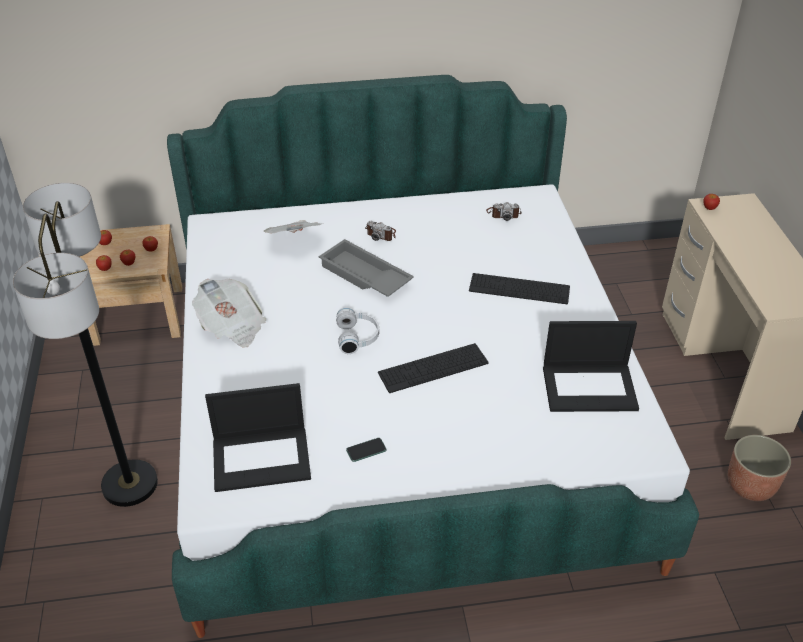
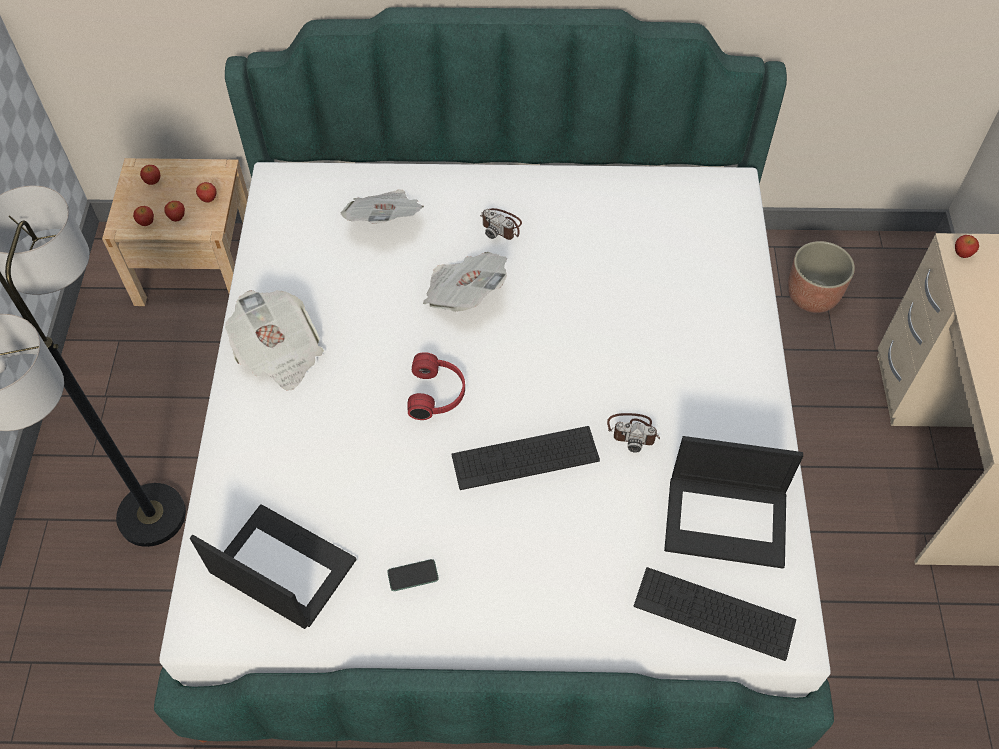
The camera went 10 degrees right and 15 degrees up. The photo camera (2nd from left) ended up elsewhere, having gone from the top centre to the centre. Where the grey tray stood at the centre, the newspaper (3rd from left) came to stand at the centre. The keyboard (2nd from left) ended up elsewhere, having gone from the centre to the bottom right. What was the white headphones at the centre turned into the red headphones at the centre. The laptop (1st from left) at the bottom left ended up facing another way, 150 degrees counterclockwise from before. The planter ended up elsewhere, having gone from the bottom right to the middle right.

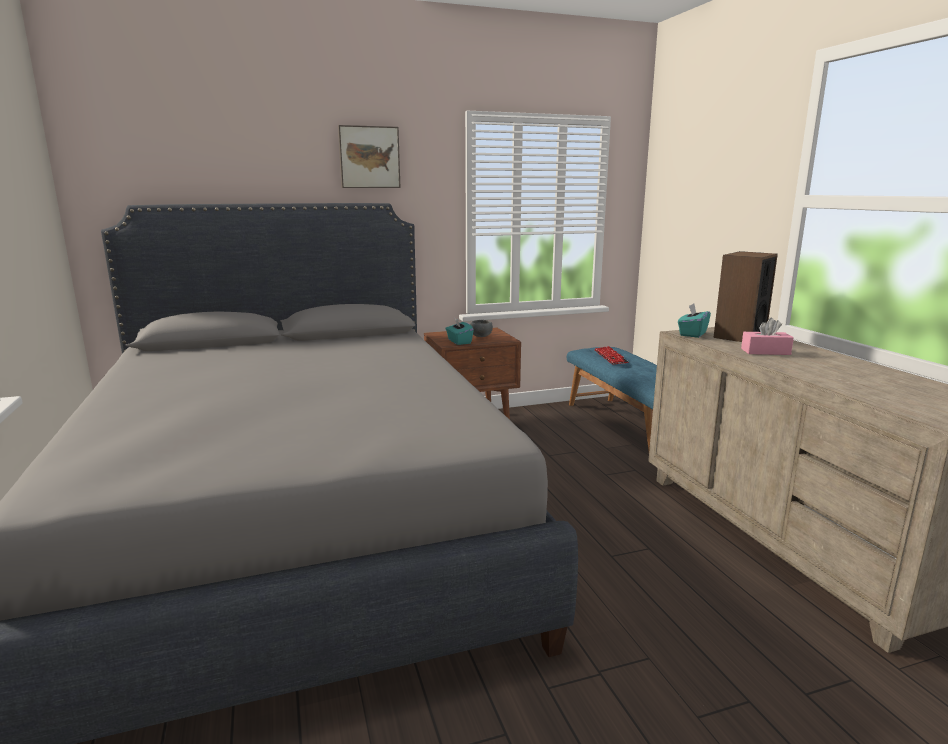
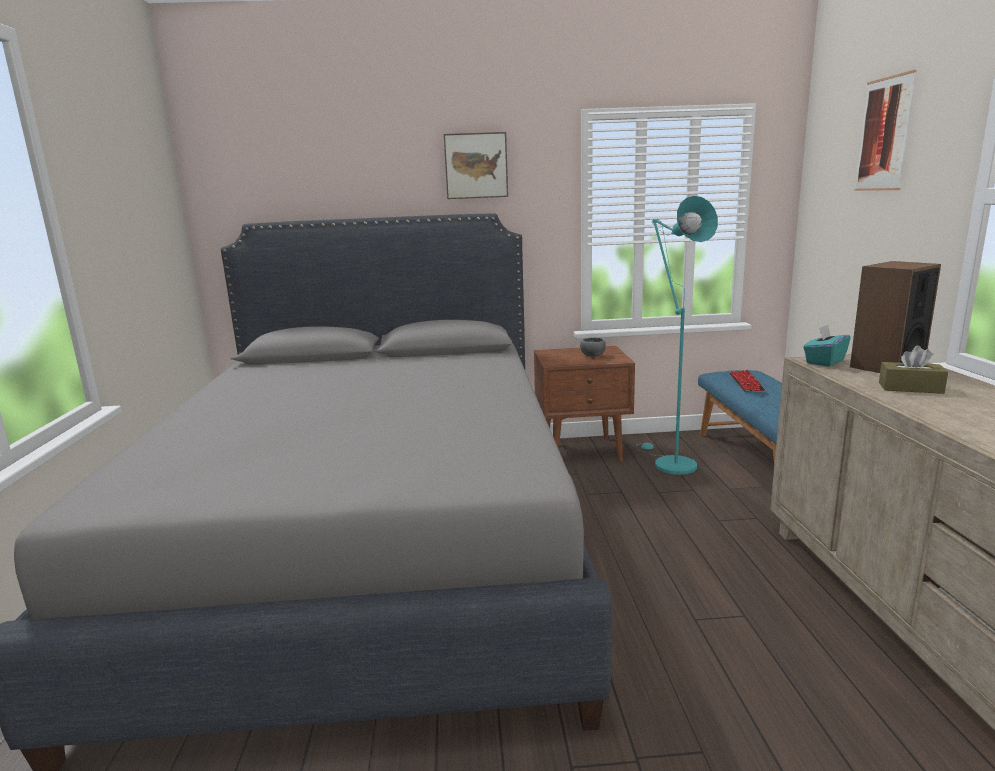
The camera went 15 degrees right and 0 degrees up. The second view lost the turquoise tissue box (1st from left) at the centre. What was the pink tissue box at the middle right turned into the brown tissue box at the middle right. The second view gained the picture (2nd from left) at the top right. The second view gained the turquoise floor lamp at the middle right.

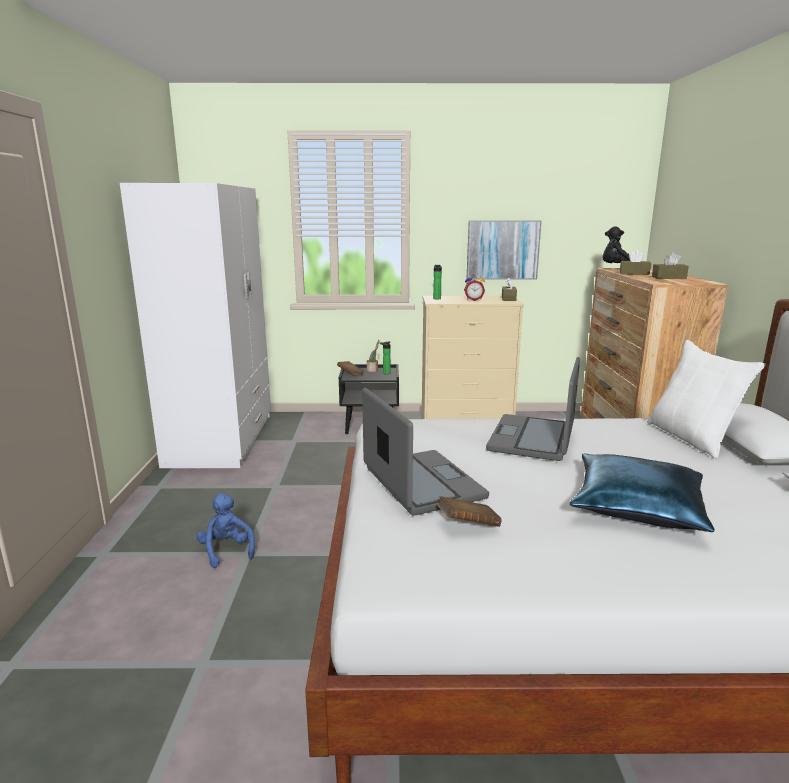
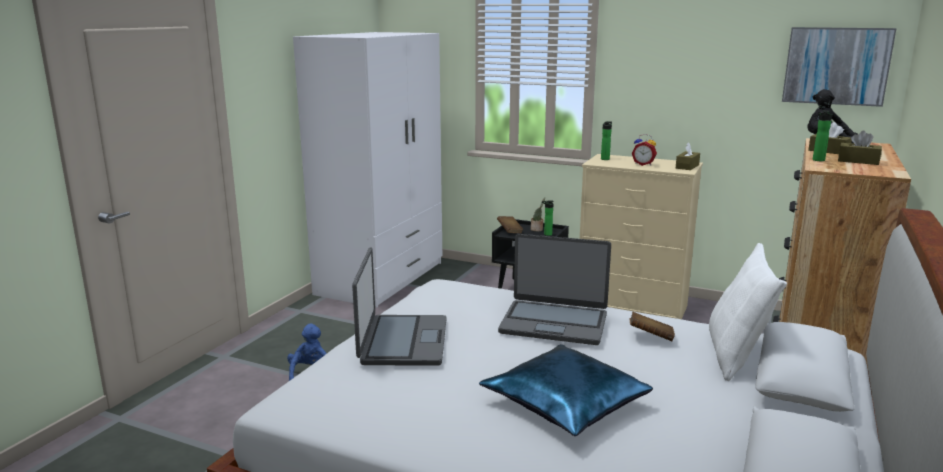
The camera went 25 degrees right and 0 degrees up. The picture ended up elsewhere, having gone from the top centre to the top right. The laptop (2nd from left) at the middle right ended up facing another way, 120 degrees counterclockwise from before. The brown book (2nd from left) ended up elsewhere, having gone from the centre to the bottom right. The second view gained the bottle (3rd from left) at the top right.

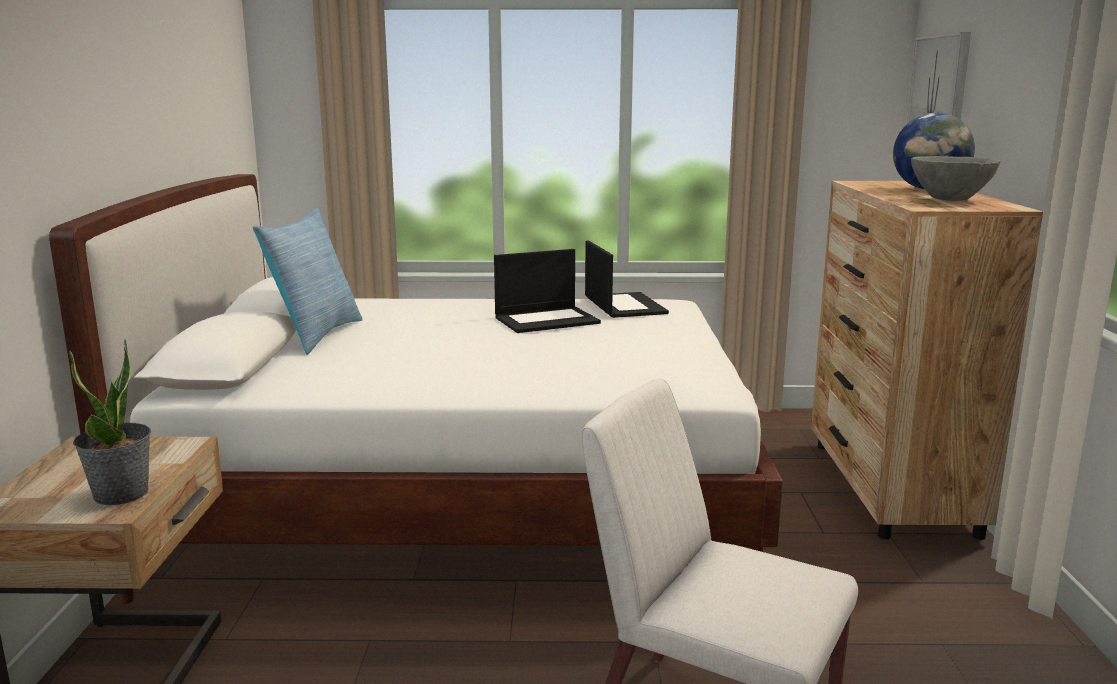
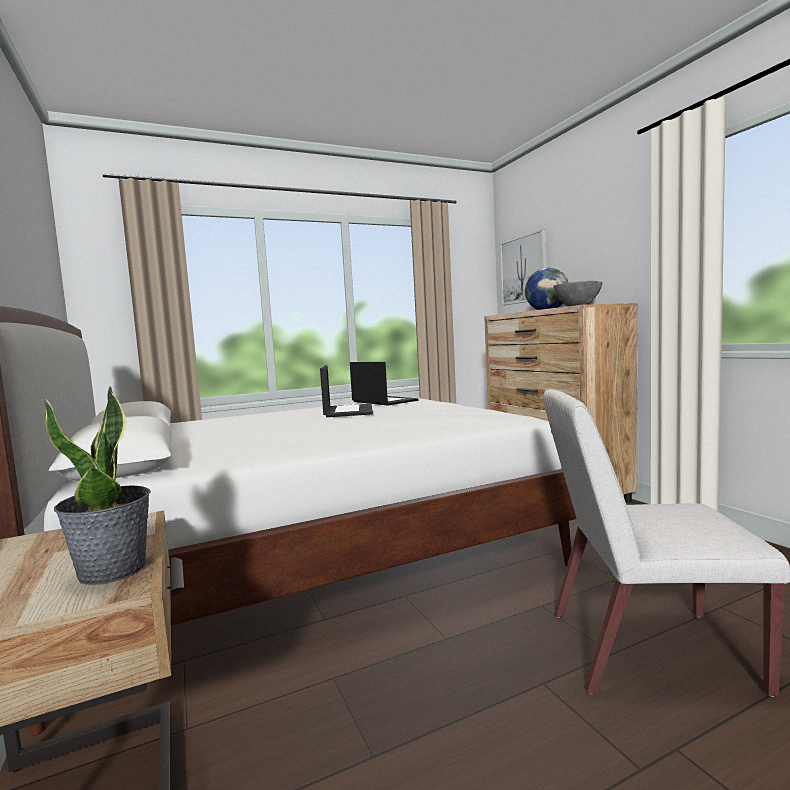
The camera went 25 degrees left and 10 degrees down. The second view lost the pillow at the middle left. The laptop (1st from left) at the centre ended up facing another way, 45 degrees counterclockwise from before.

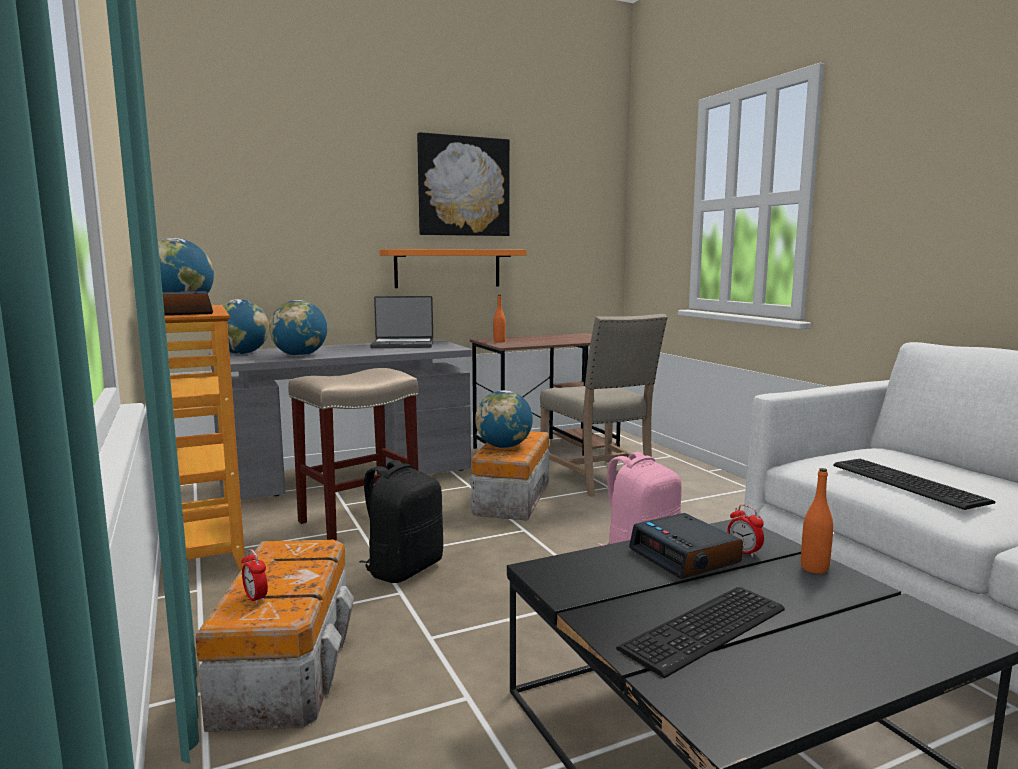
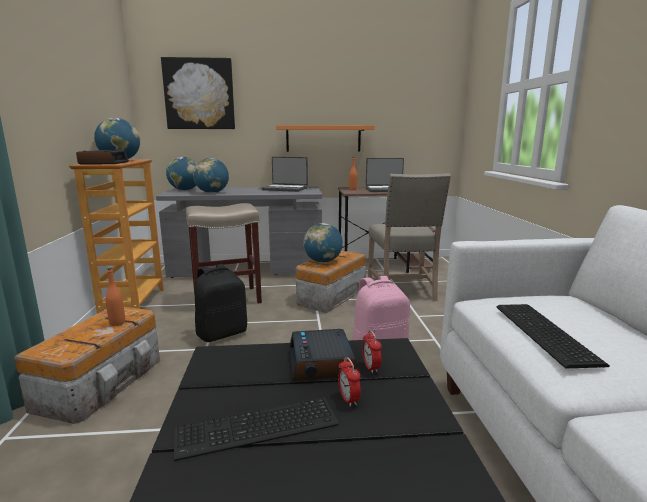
The camera went 20 degrees right and 5 degrees up. The picture ended up elsewhere, having gone from the top centre to the top left. The orange bottle (2nd from left in the first image) ended up elsewhere, having gone from the bottom right to the middle left. The alarm clock (2nd from left in the first image) ended up elsewhere, having gone from the bottom left to the bottom centre. The second view gained the laptop (2nd from left) at the centre.

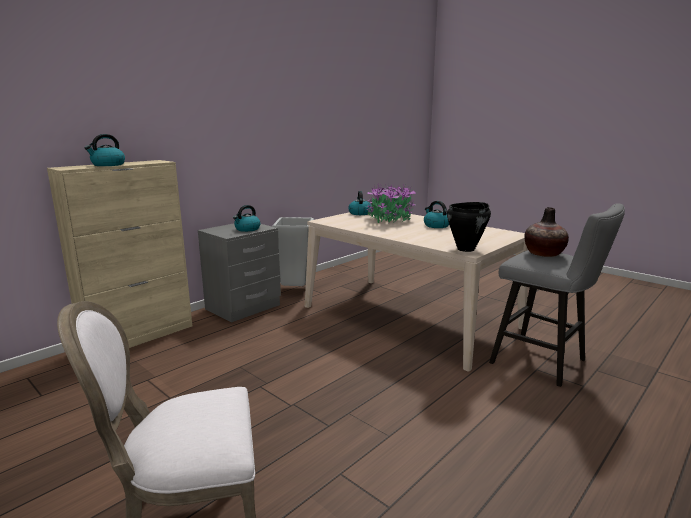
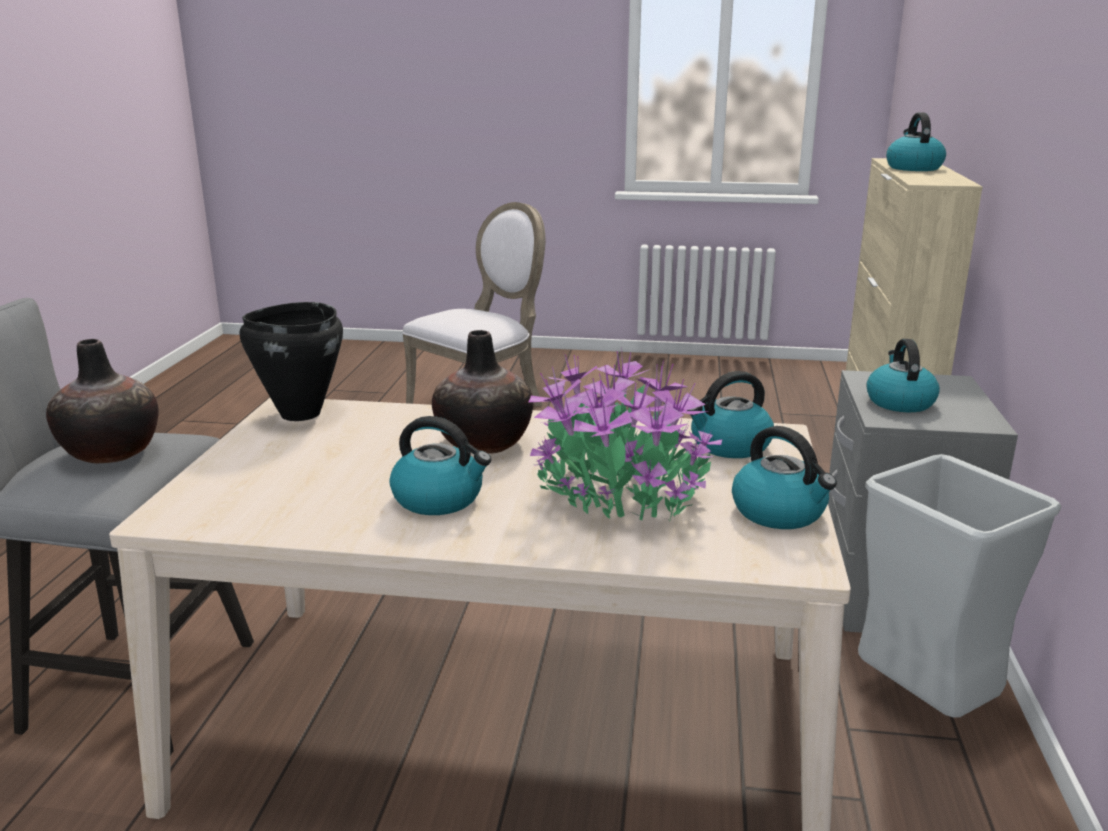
The camera went 145 degrees right and 5 degrees up. The second view gained the vase (2nd from left) at the centre. The second view gained the kettle (2nd from left) at the centre.

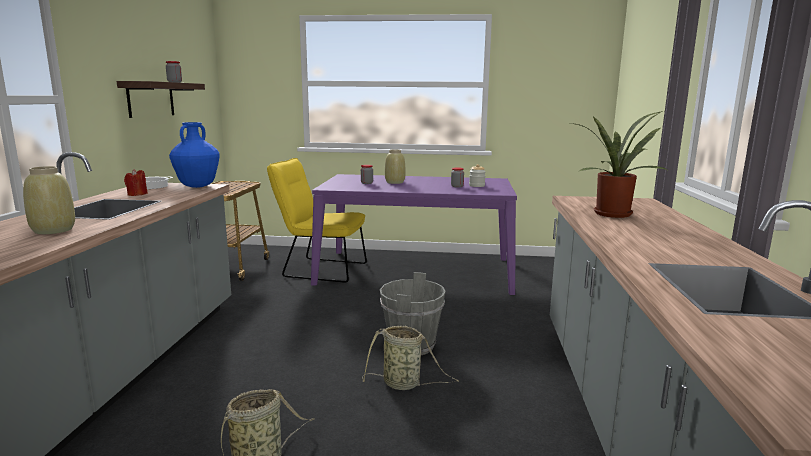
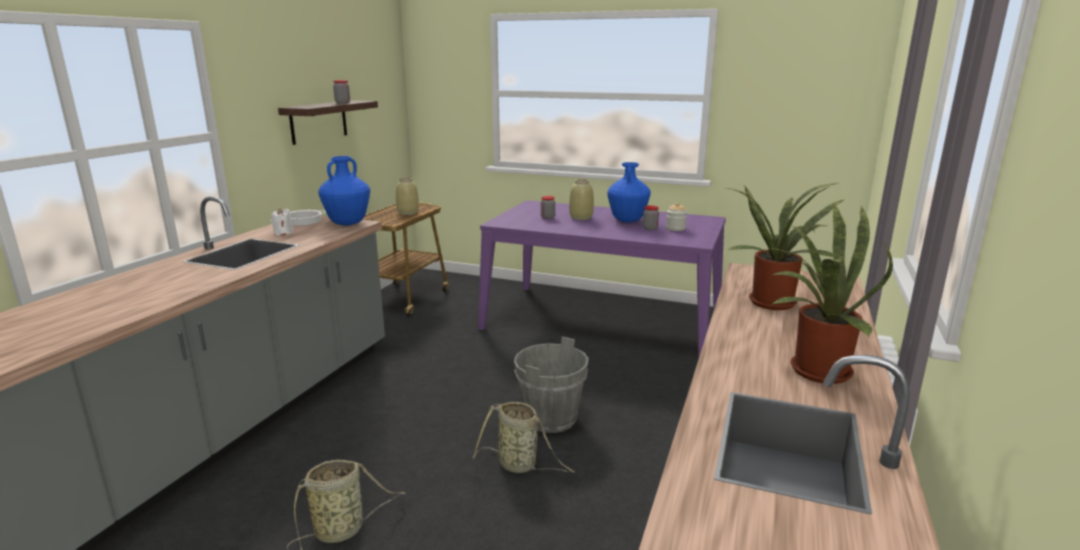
The camera went 15 degrees right and 5 degrees up. The second view lost the yellow chair at the centre. The beige vase (1st from left) ended up elsewhere, having gone from the middle left to the centre. What was the red candle at the middle left turned into the white candle at the middle left. The second view gained the blue vase (2nd from left) at the centre. The second view gained the potted plant (2nd from left) at the middle right.

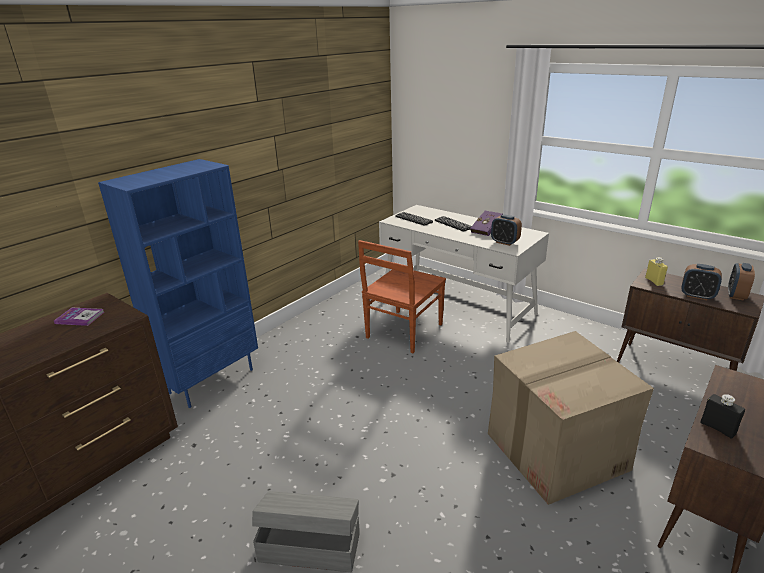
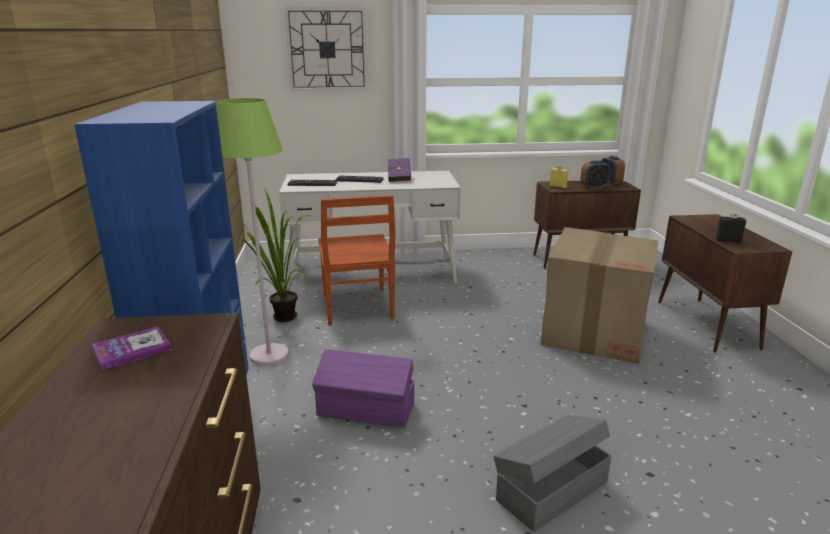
The camera went 45 degrees left and 5 degrees down. The second view lost the alarm clock (1st from left) at the centre. The second view gained the wall clock at the top centre. The second view gained the green floor lamp at the middle left. The second view gained the potted plant at the middle left. The second view gained the purple storage box at the bottom centre.

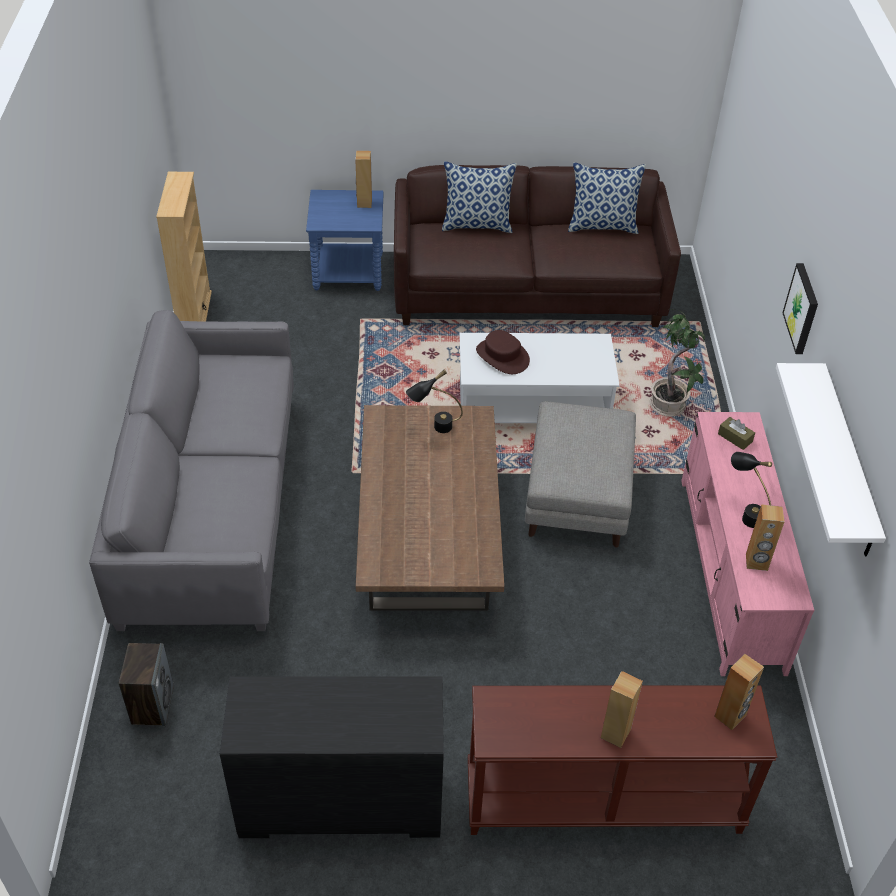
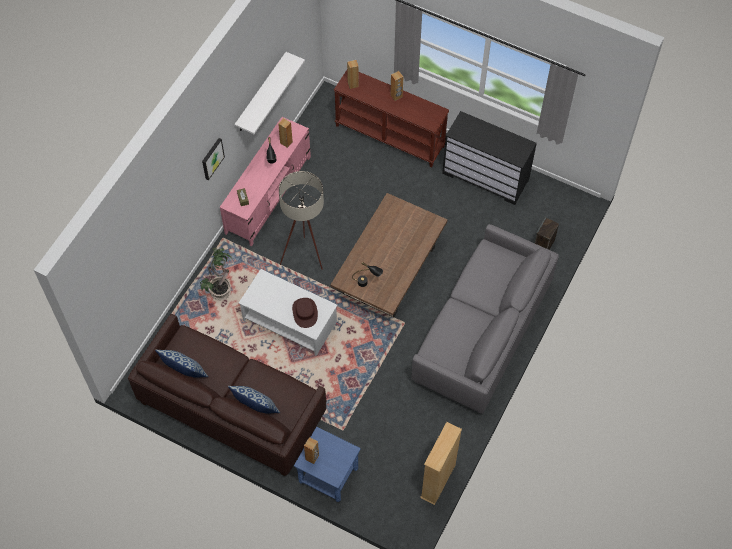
The camera went 150 degrees left and 15 degrees up. Where the grey ottoman stood at the centre, the beige floor lamp came to stand at the centre.

